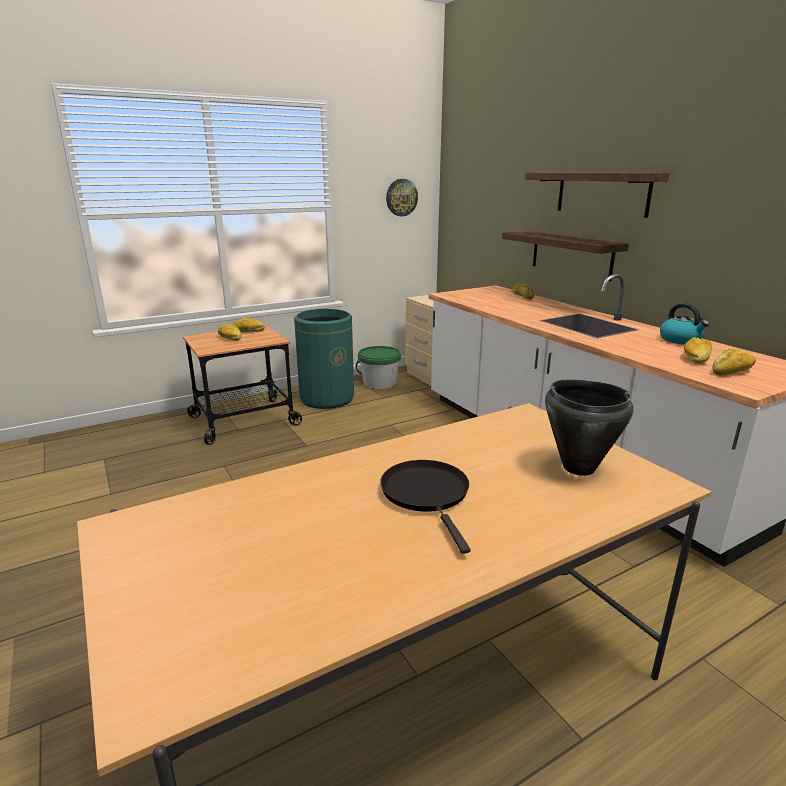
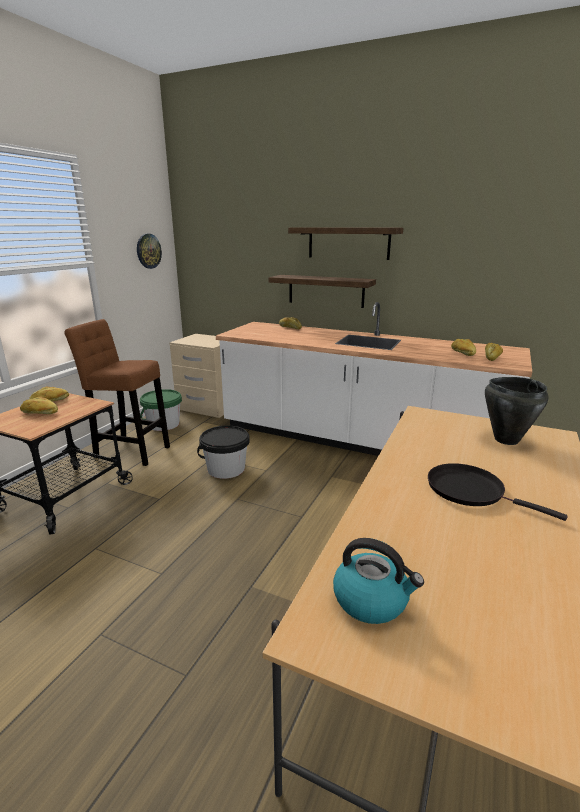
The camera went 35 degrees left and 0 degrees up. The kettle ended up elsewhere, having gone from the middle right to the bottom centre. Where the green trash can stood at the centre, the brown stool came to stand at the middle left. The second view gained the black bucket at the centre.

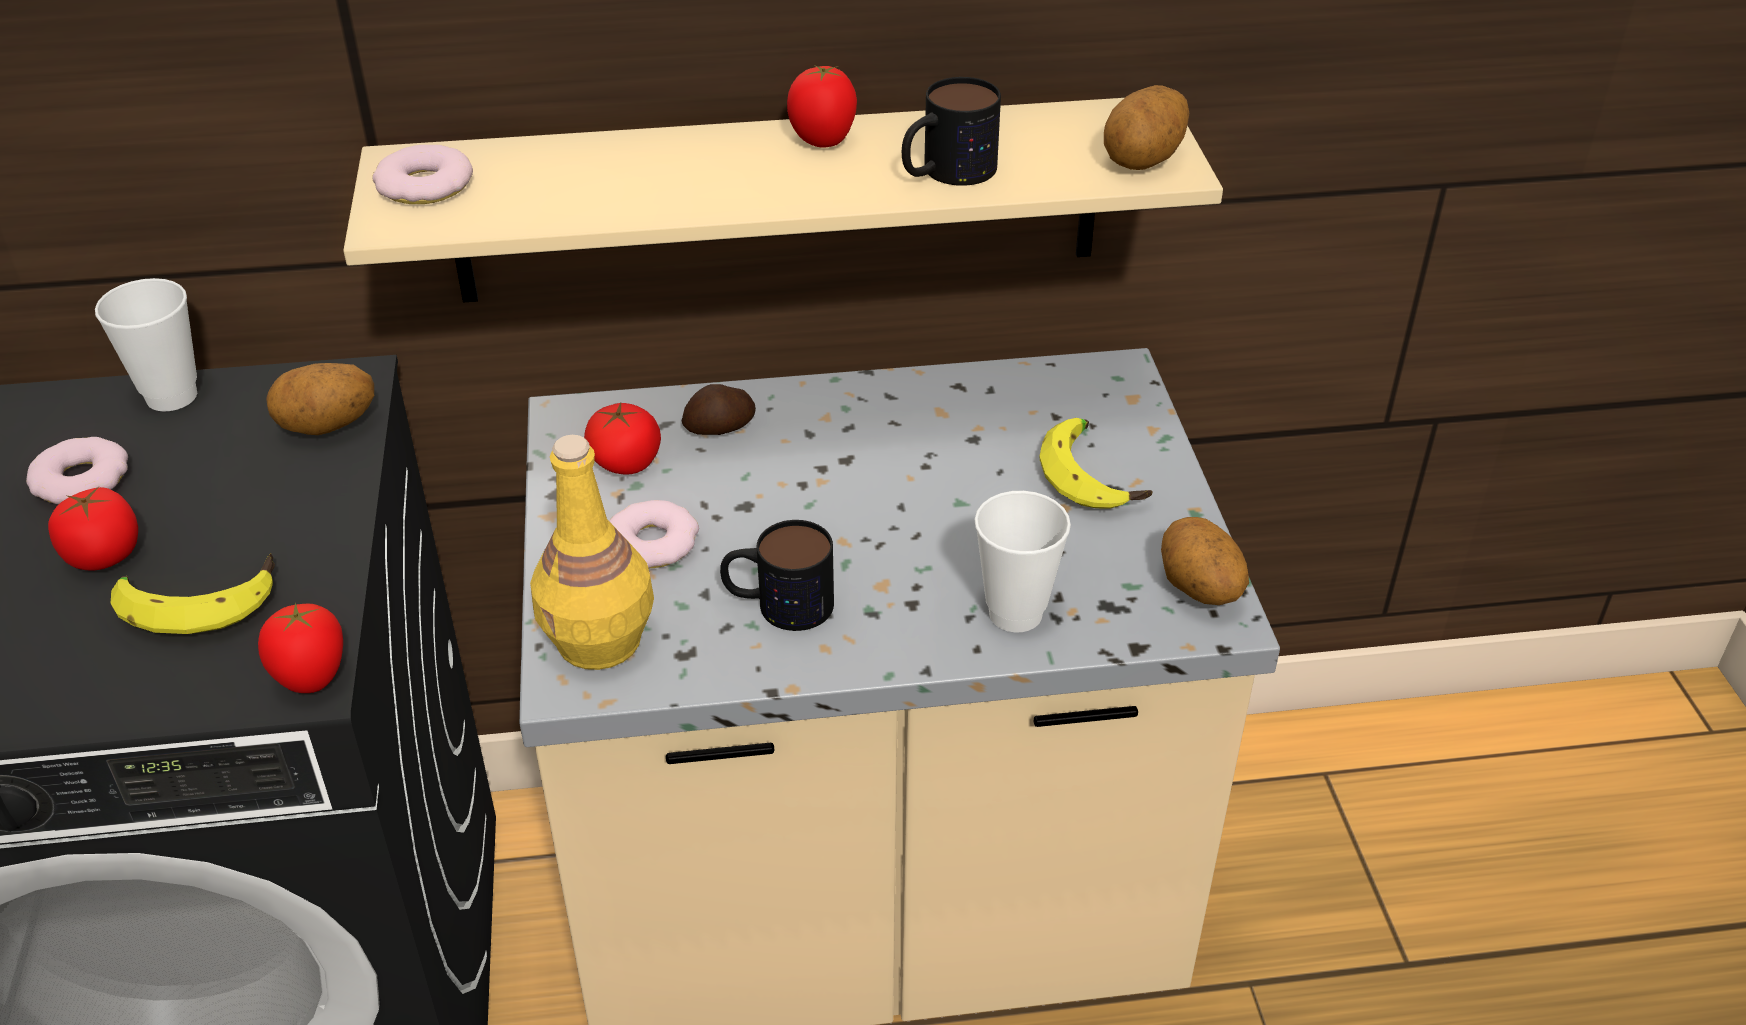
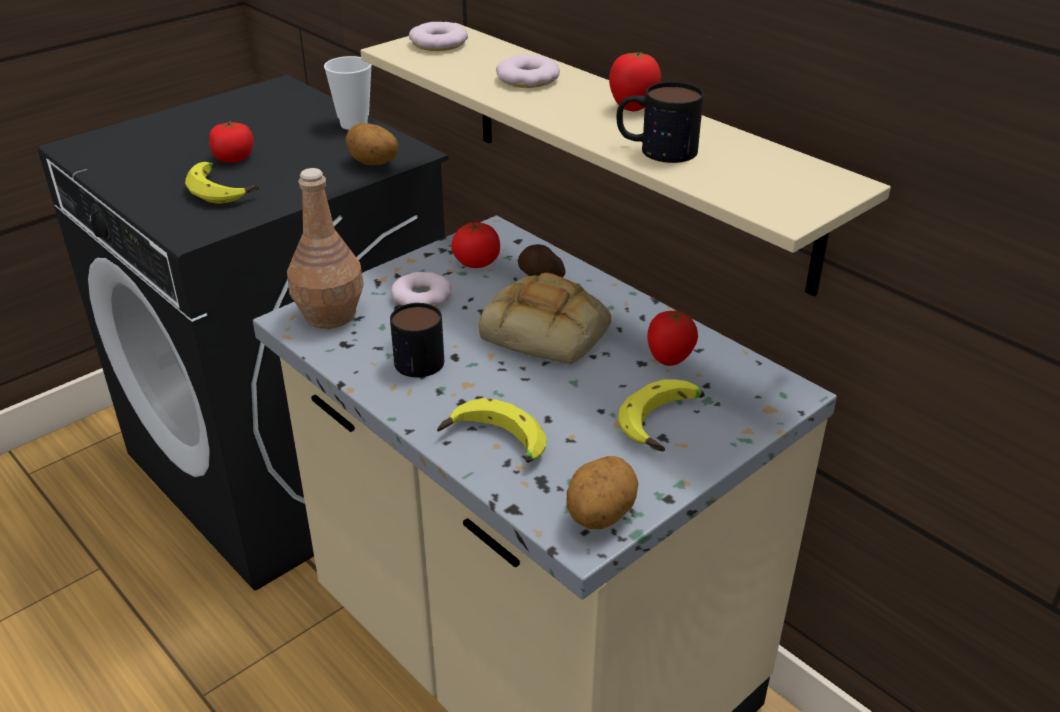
The camera went 55 degrees right and 5 degrees down. The second view lost the potato (3rd from left) at the top centre. What was the yellow bottle at the centre turned into the brown bottle at the middle left. The donut (1st from left in the first image) ended up elsewhere, having gone from the middle left to the top centre. Where the cup (2nd from left) stood at the centre, the banana (2nd from left) came to stand at the centre. The tomato (2nd from left in the first image) ended up elsewhere, having gone from the middle left to the centre. The second view gained the bread at the centre.

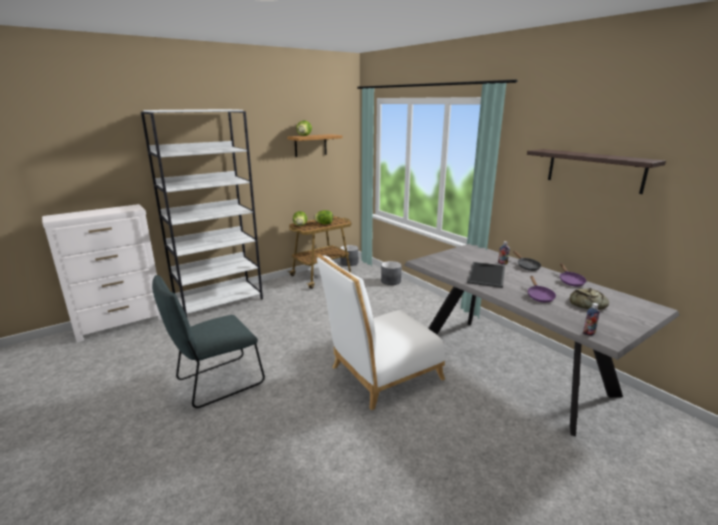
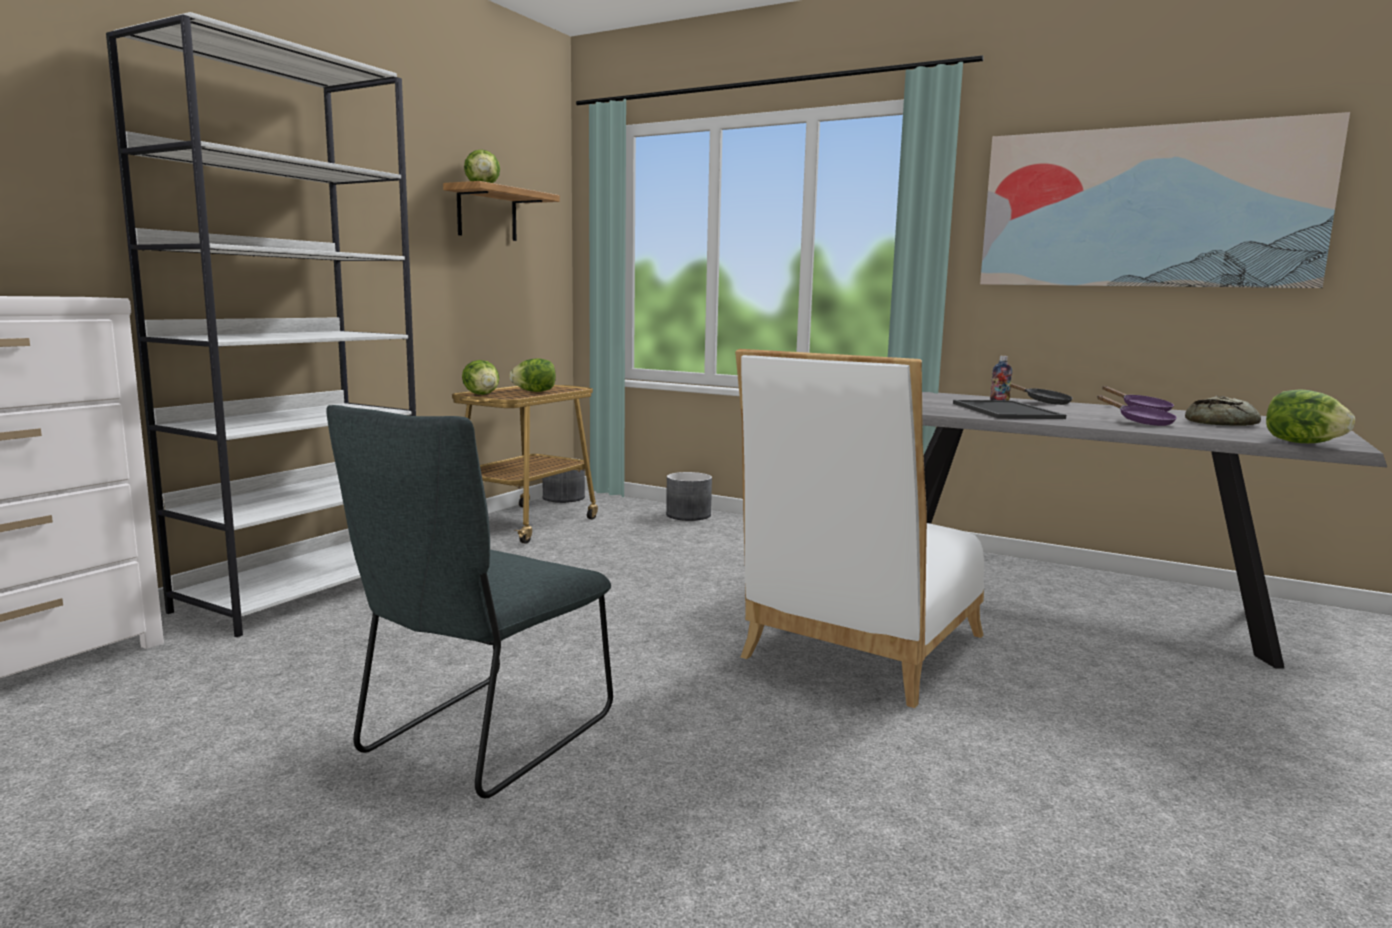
The camera went 25 degrees left and 10 degrees down. Where the shelf (2nd from left) hung at the top right, the picture came to hang at the top right. Where the bottle (2nd from left) stood at the middle right, the lettuce (4th from left) came to stand at the middle right.

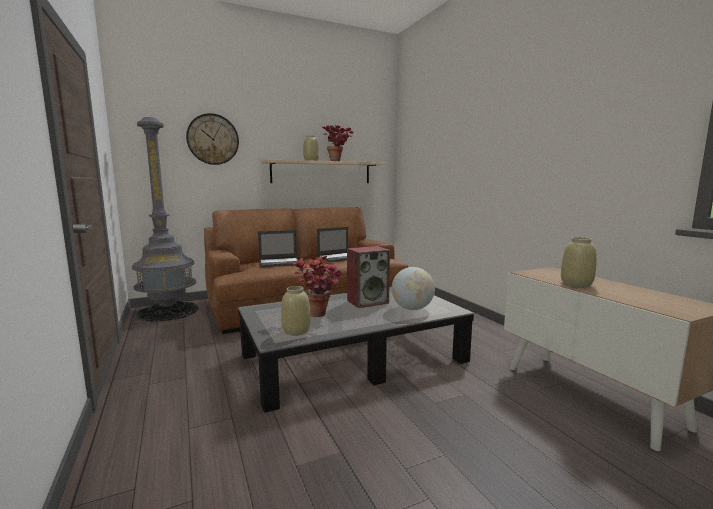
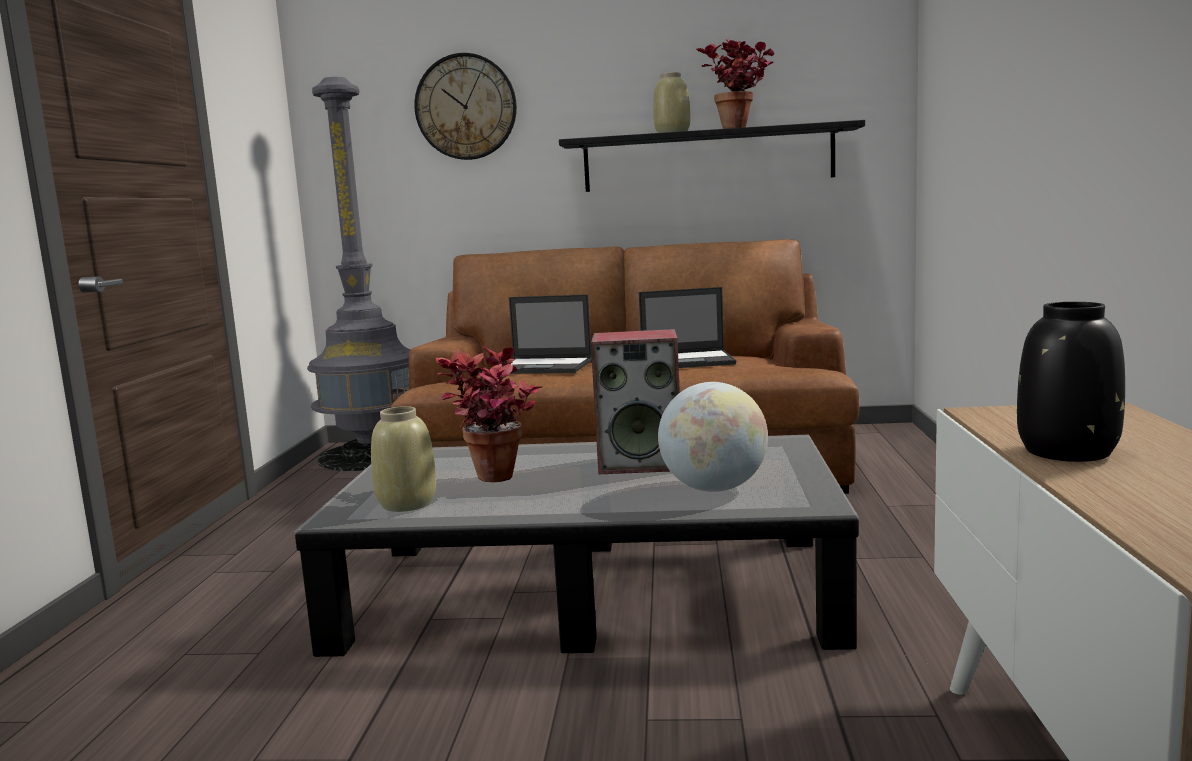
The camera went 30 degrees right and 0 degrees up. What was the beige shelf at the centre turned into the black shelf at the top centre. What was the beige vase (3rd from left) at the middle right turned into the black vase at the middle right.

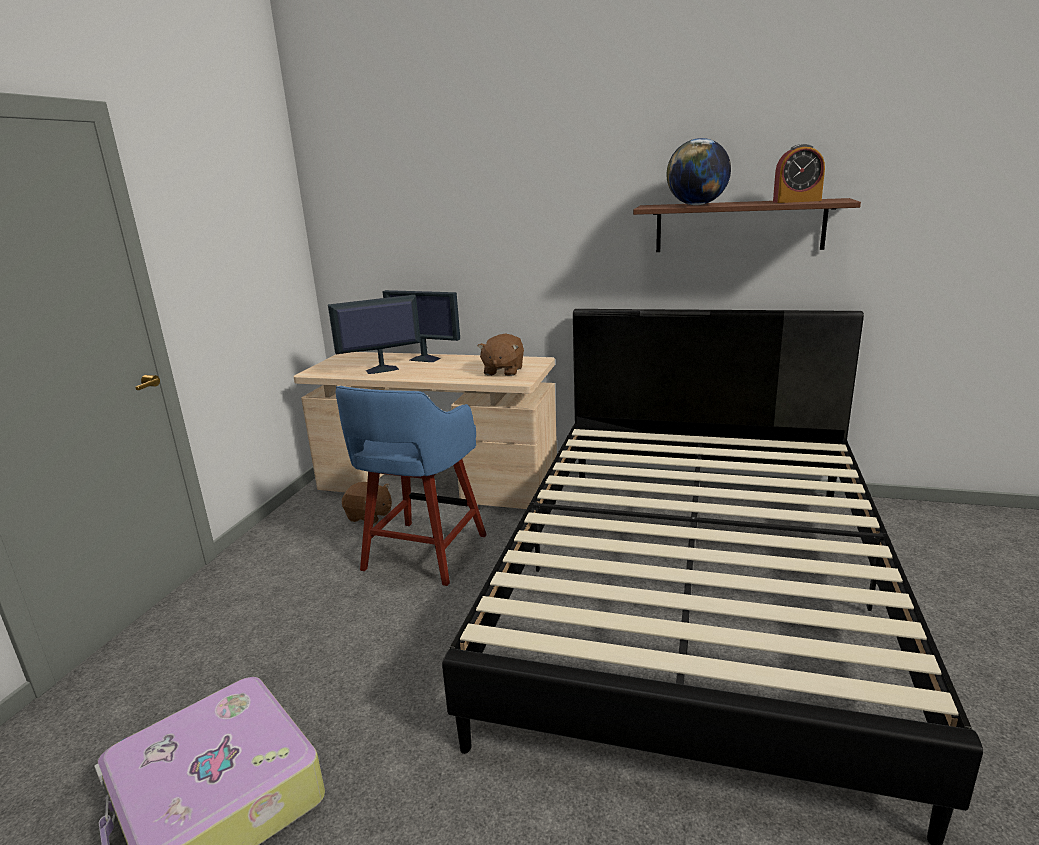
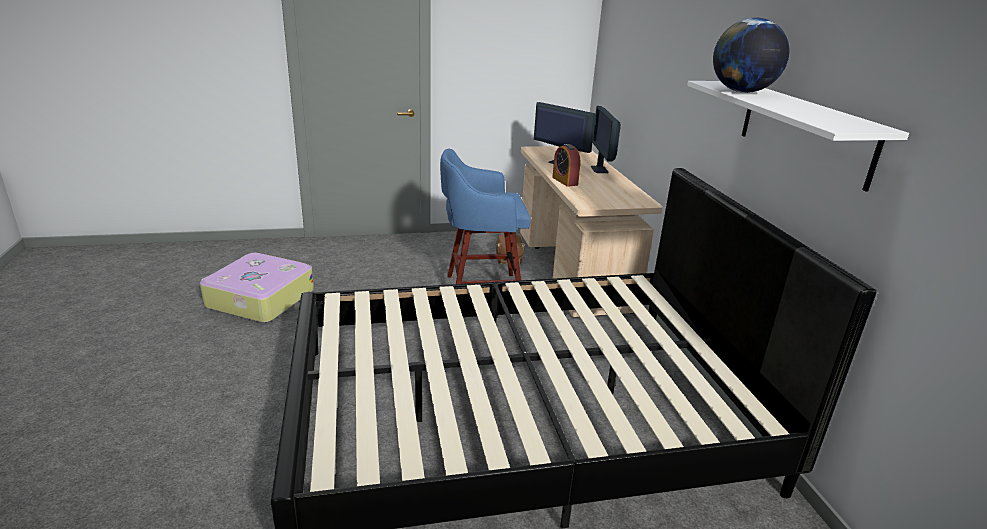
The camera went 60 degrees right and 5 degrees up. The alarm clock ended up elsewhere, having gone from the top right to the top centre. What was the brown shelf at the top right turned into the white shelf at the top right. The second view lost the brown plush toy (2nd from left) at the centre.

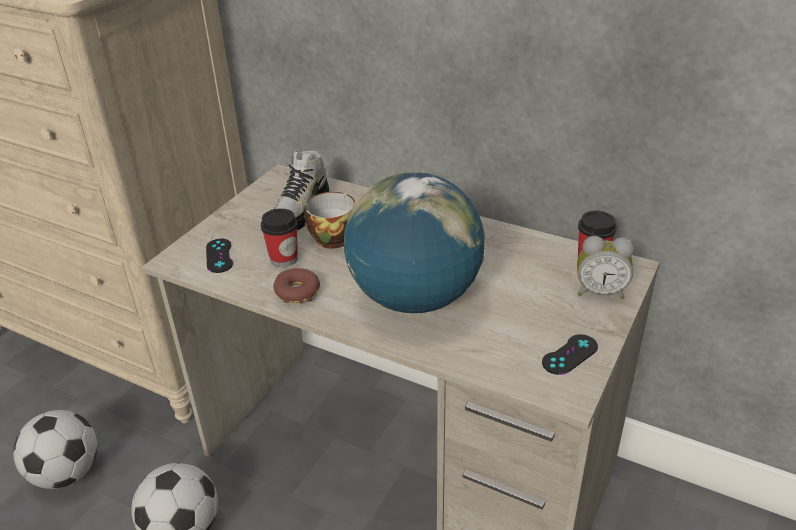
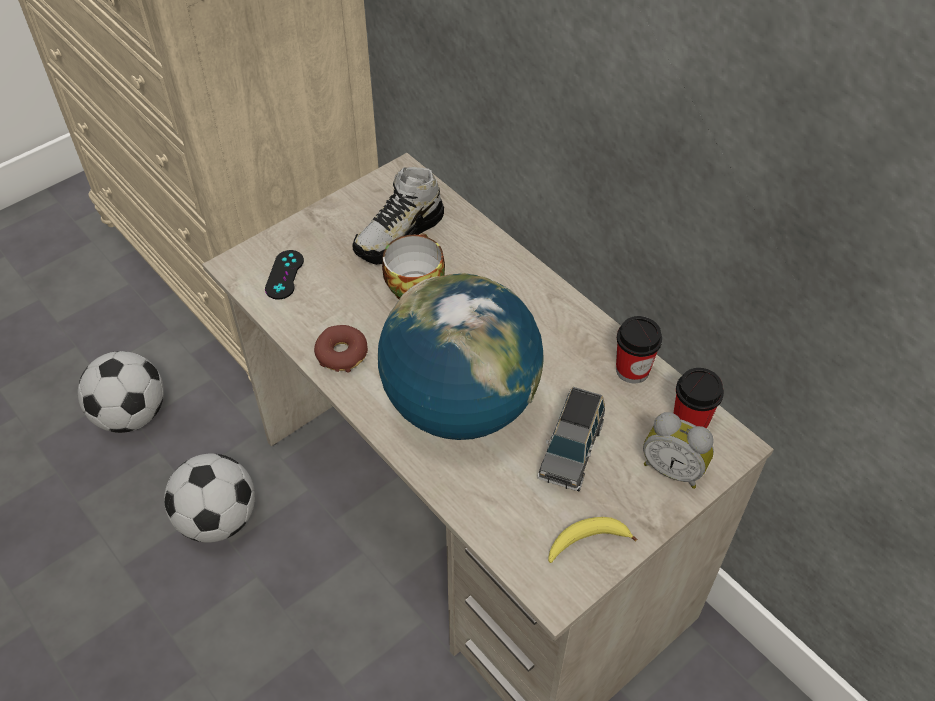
The camera went 20 degrees right and 15 degrees up. The cup (1st from left in the first image) ended up elsewhere, having gone from the centre to the middle right. Where the black game controller (2nd from left) stood at the bottom right, the banana came to stand at the bottom centre. The second view gained the grey toy car at the centre.

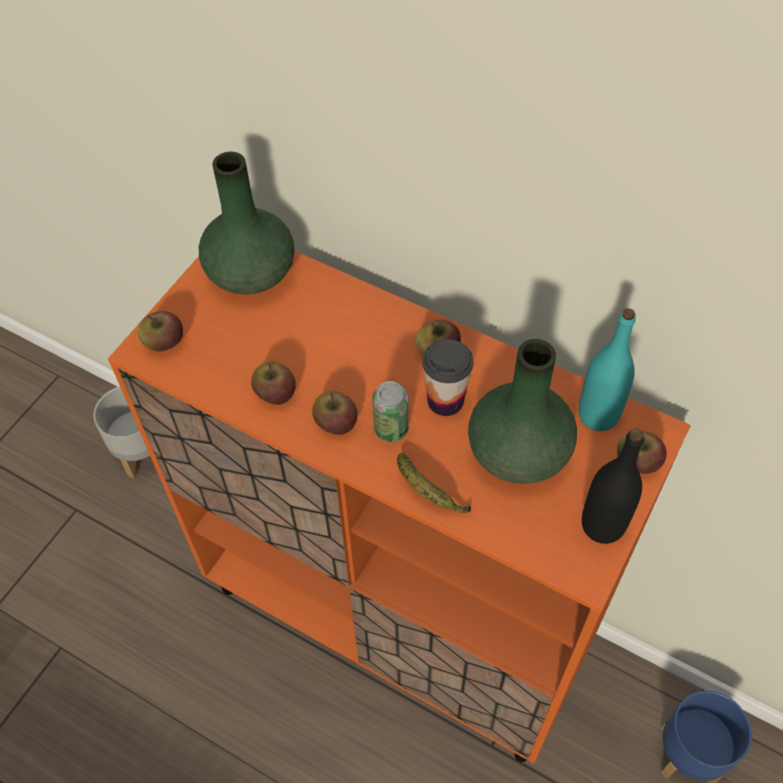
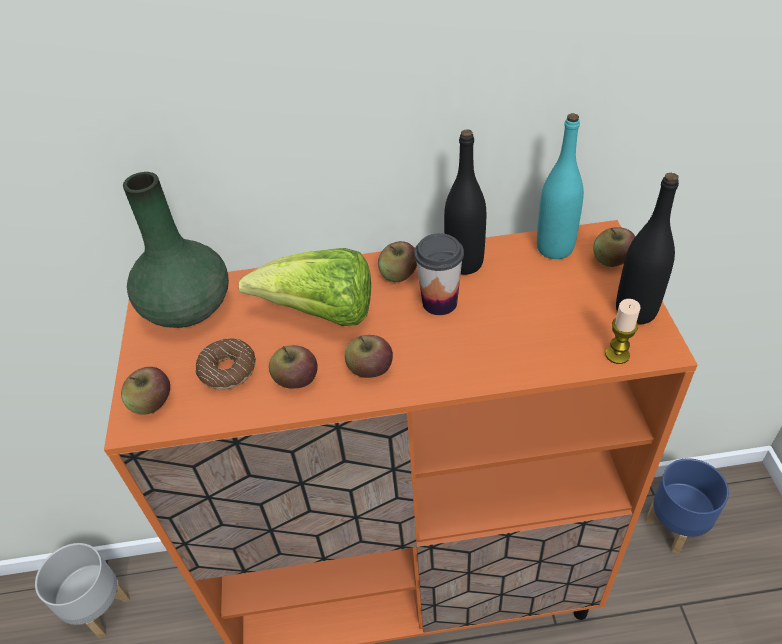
The camera went 35 degrees left and 10 degrees down. The second view lost the green vase (2nd from left) at the middle right. The second view lost the can at the centre. The second view lost the banana at the centre. The second view gained the black bottle (1st from left) at the top centre. The second view gained the lettuce at the centre. The second view gained the candle at the middle right. The second view gained the donut at the middle left.

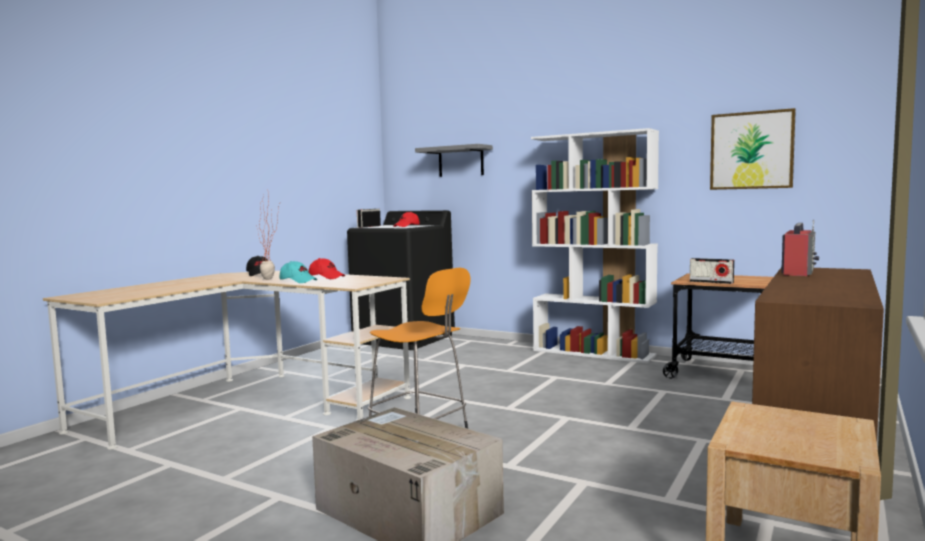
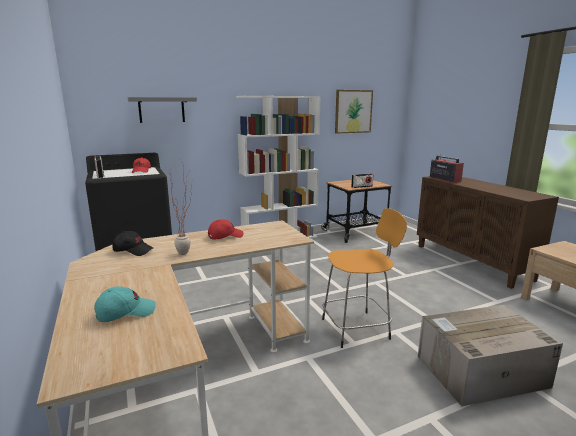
The camera went 55 degrees left and 10 degrees up. The turquoise cap ended up elsewhere, having gone from the middle left to the bottom left.

